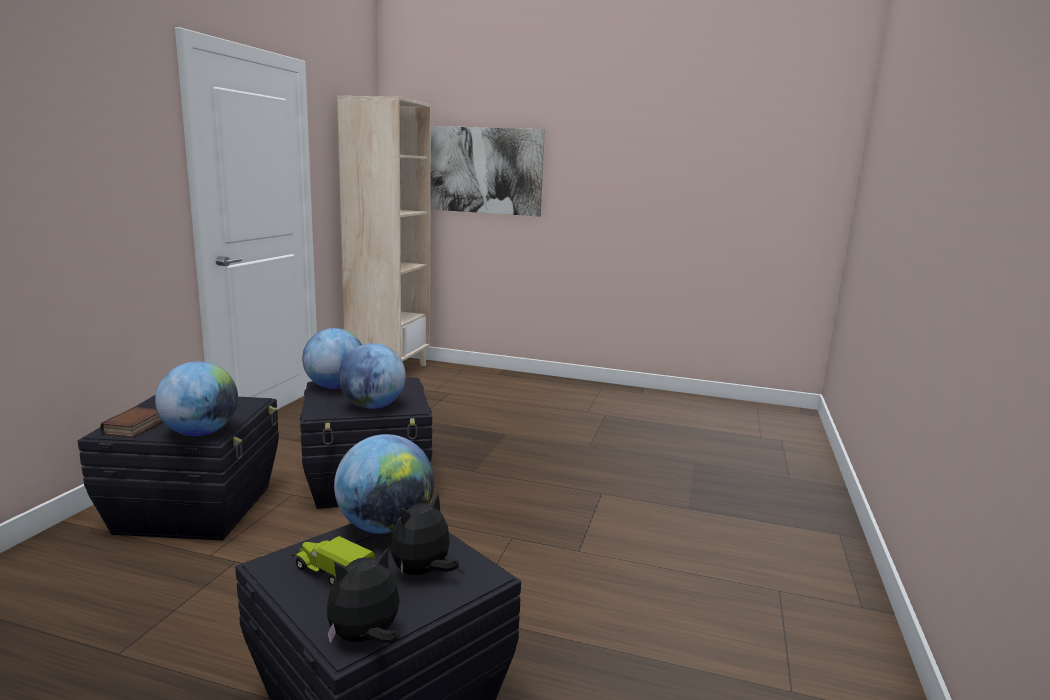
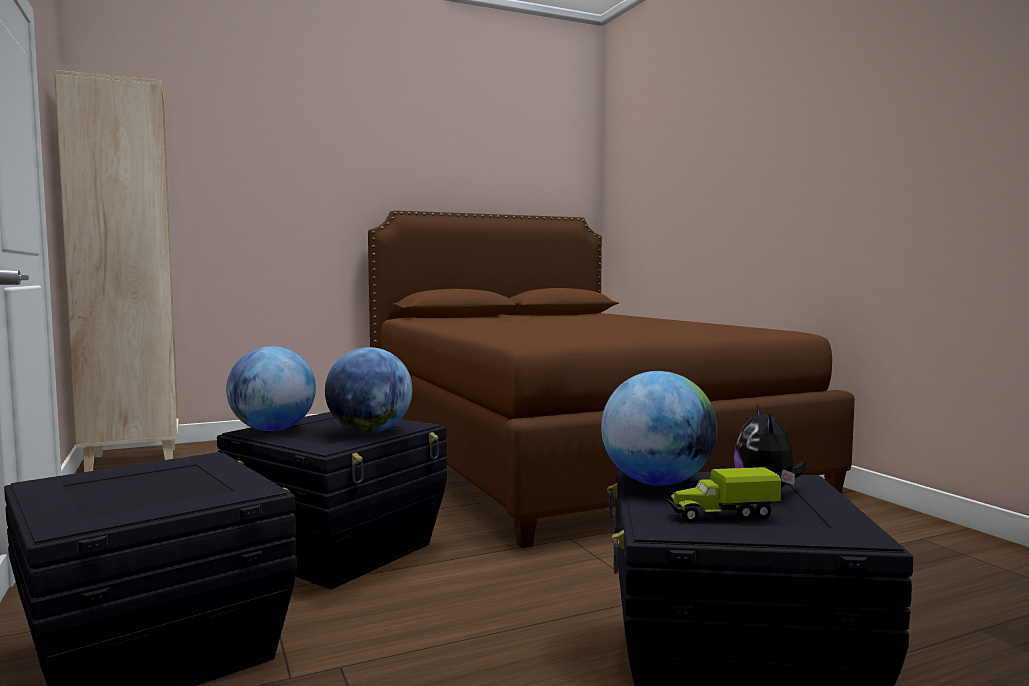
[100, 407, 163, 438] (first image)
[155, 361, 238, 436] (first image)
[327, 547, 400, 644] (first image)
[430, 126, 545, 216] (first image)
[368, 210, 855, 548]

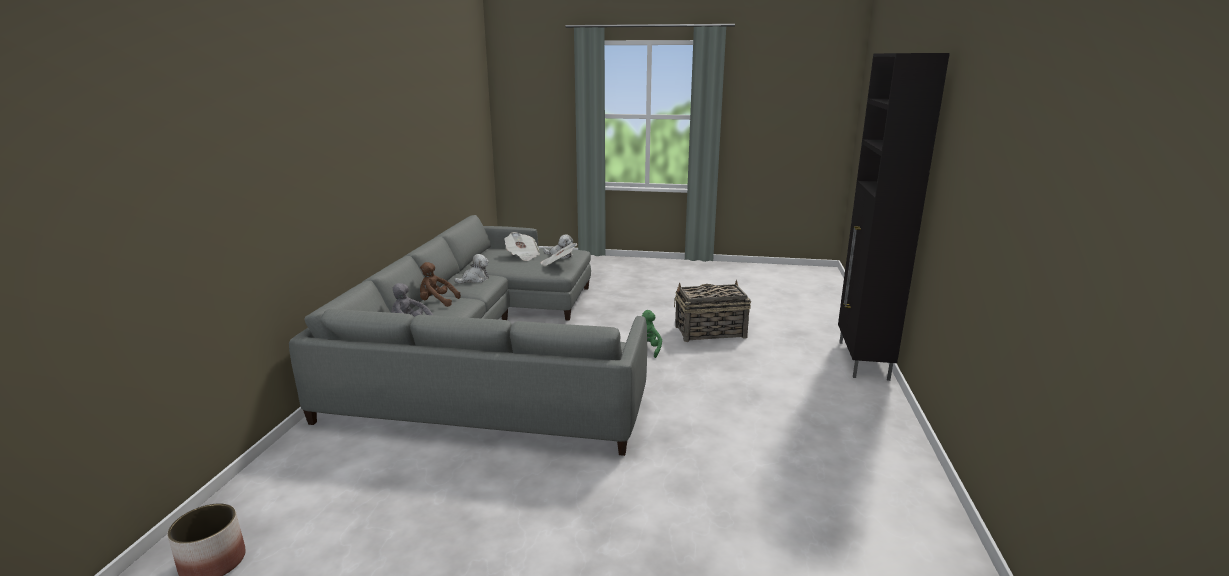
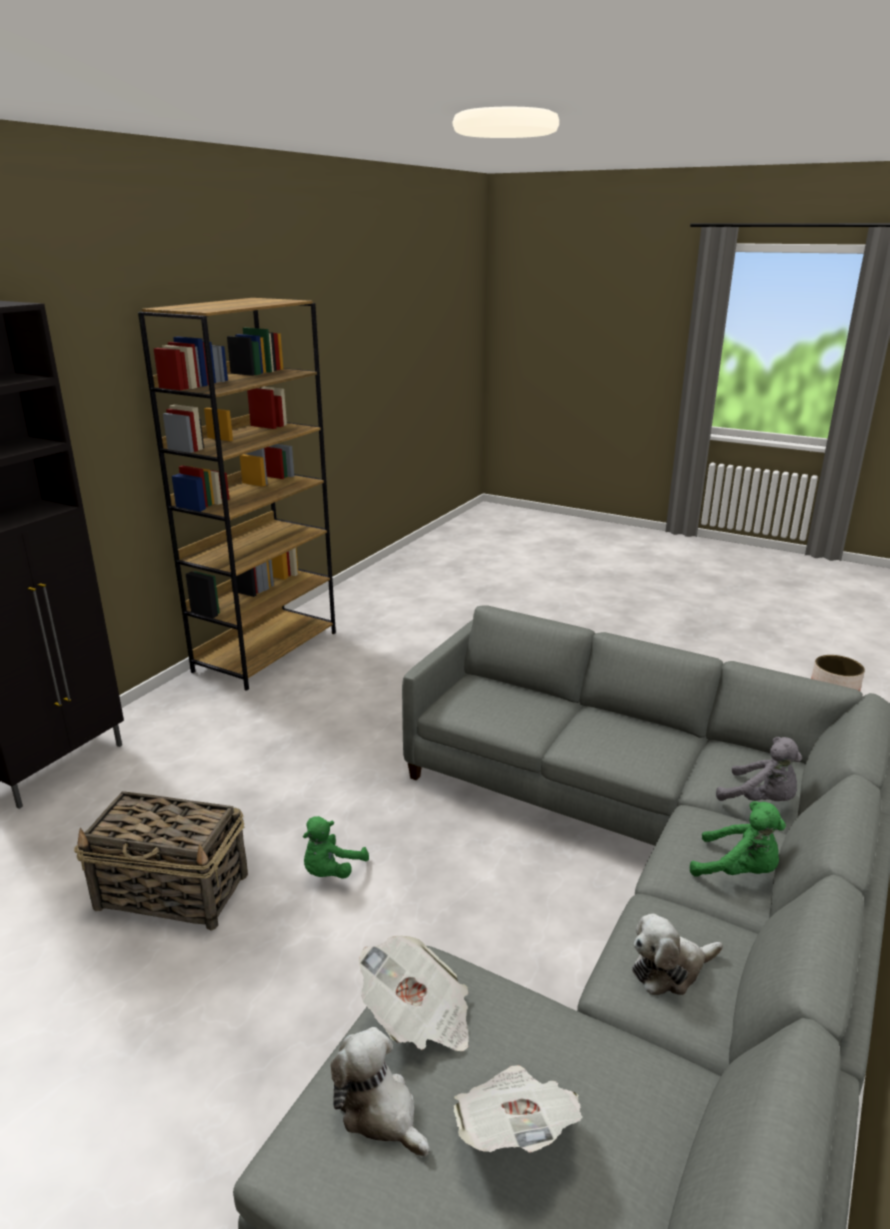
[690, 801, 786, 876]
[138, 298, 336, 691]

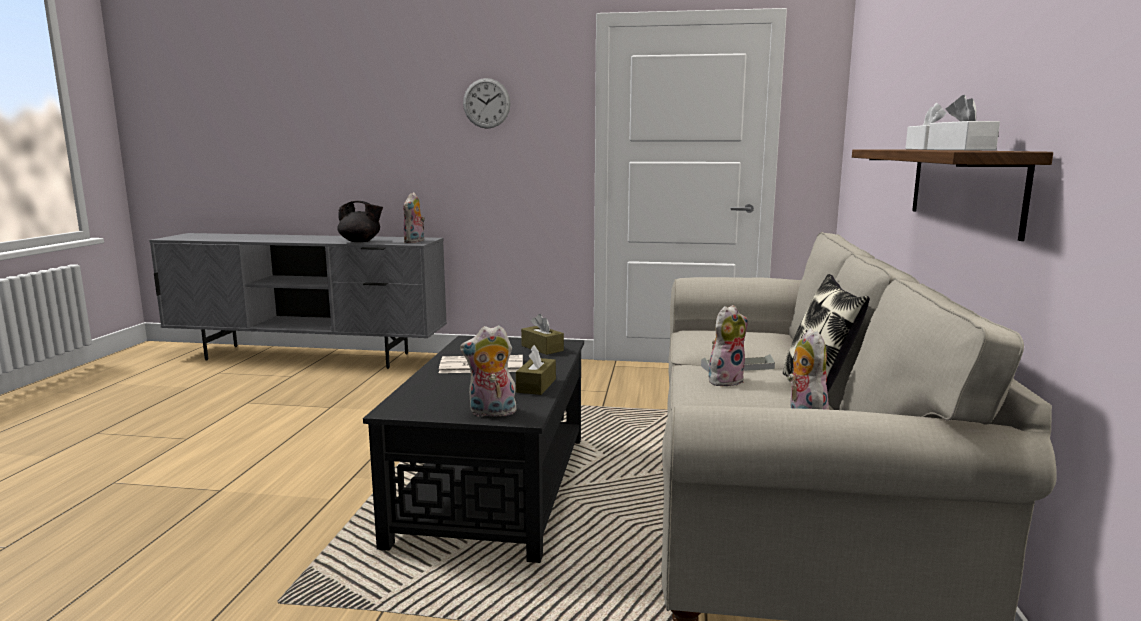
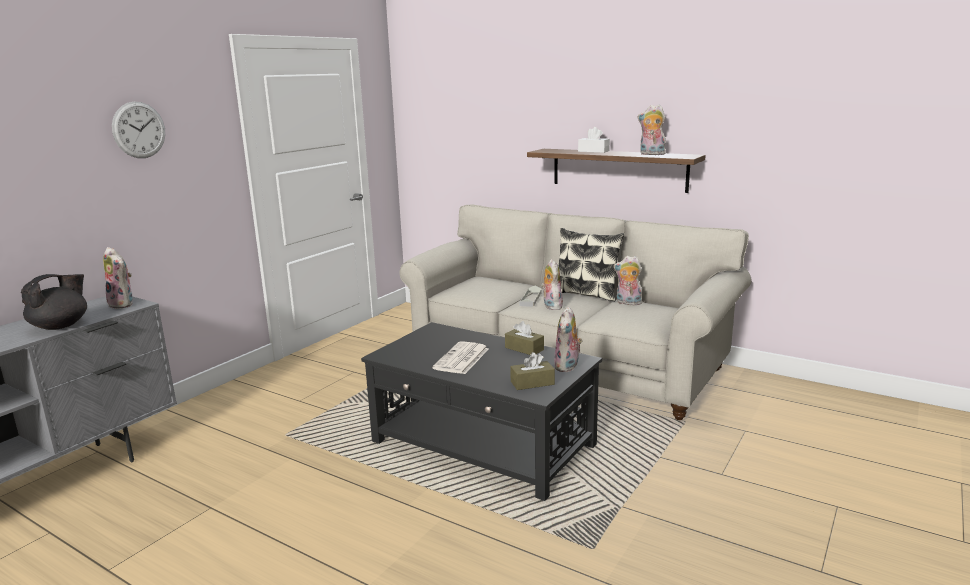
[510, 352, 555, 390]
[638, 105, 666, 155]

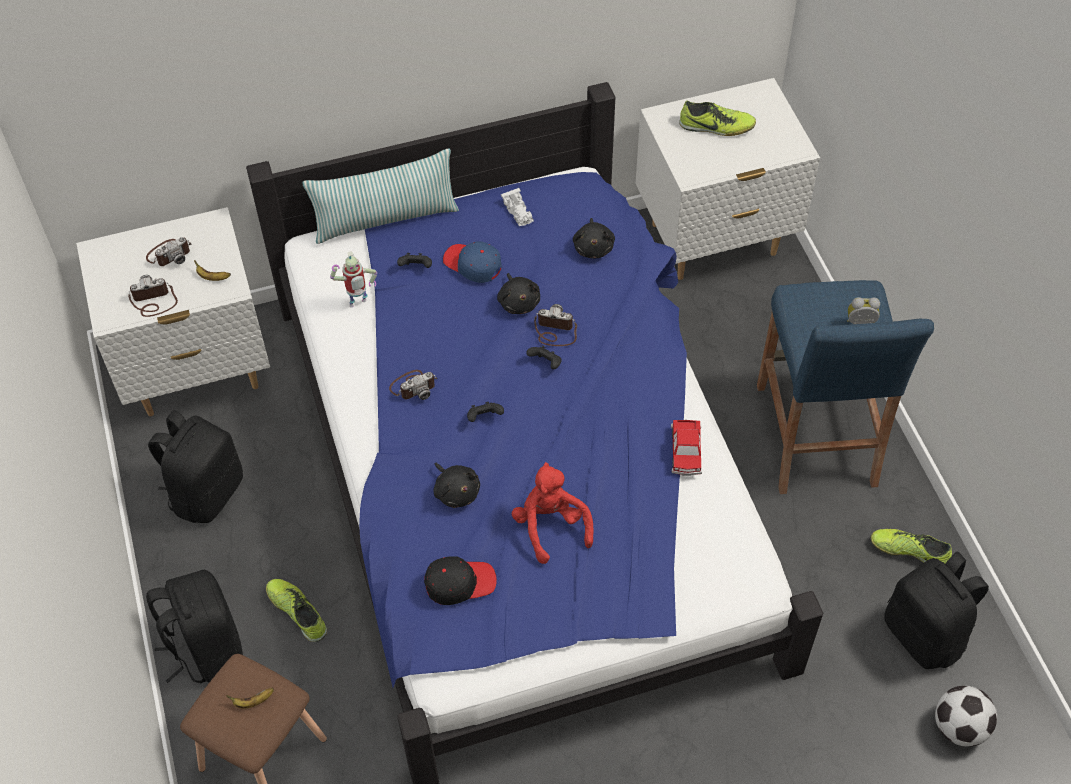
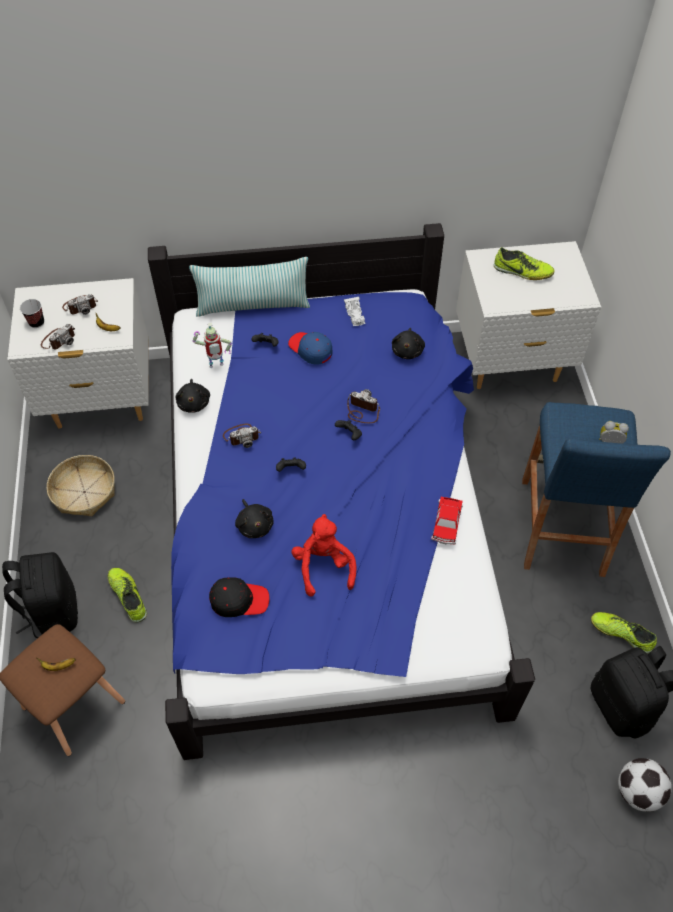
[41, 324, 75, 350]
[47, 455, 115, 516]
[175, 379, 210, 413]
[20, 299, 44, 328]

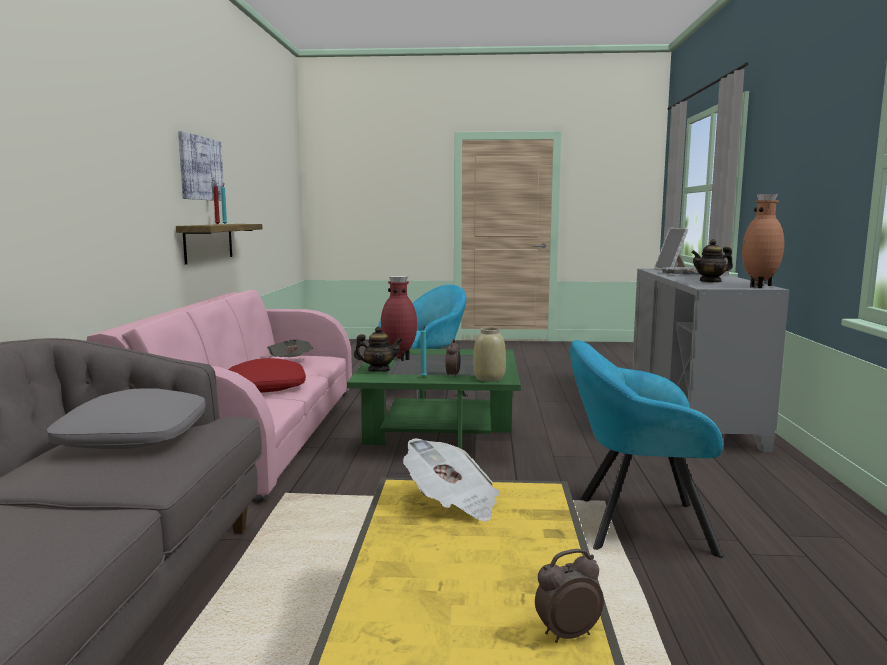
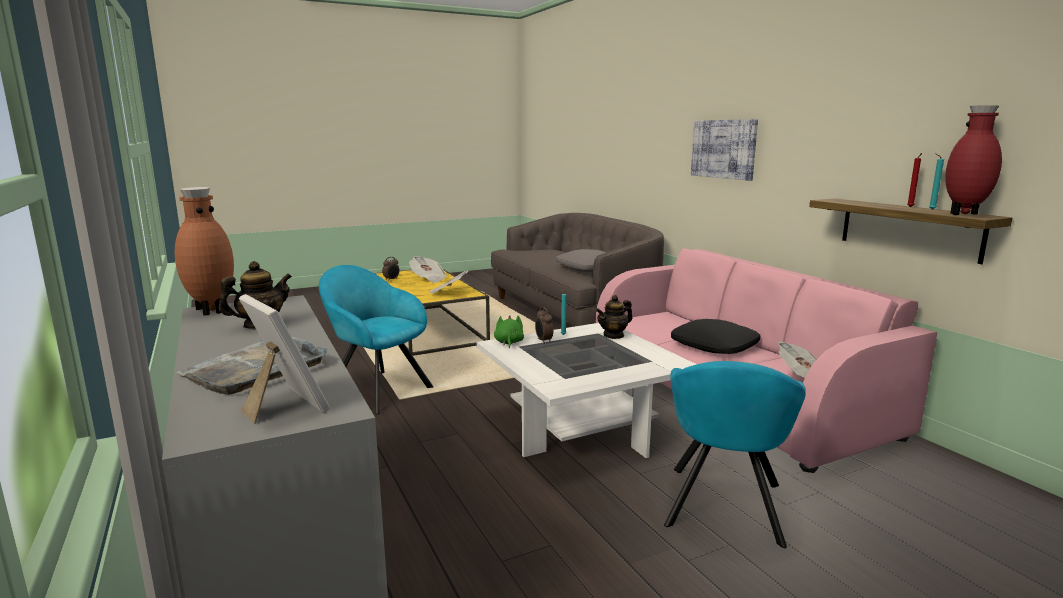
[691, 119, 758, 181]
[671, 319, 760, 354]
[477, 323, 697, 458]
[945, 105, 1002, 215]
[494, 315, 524, 349]
[319, 265, 433, 414]
[409, 256, 447, 283]

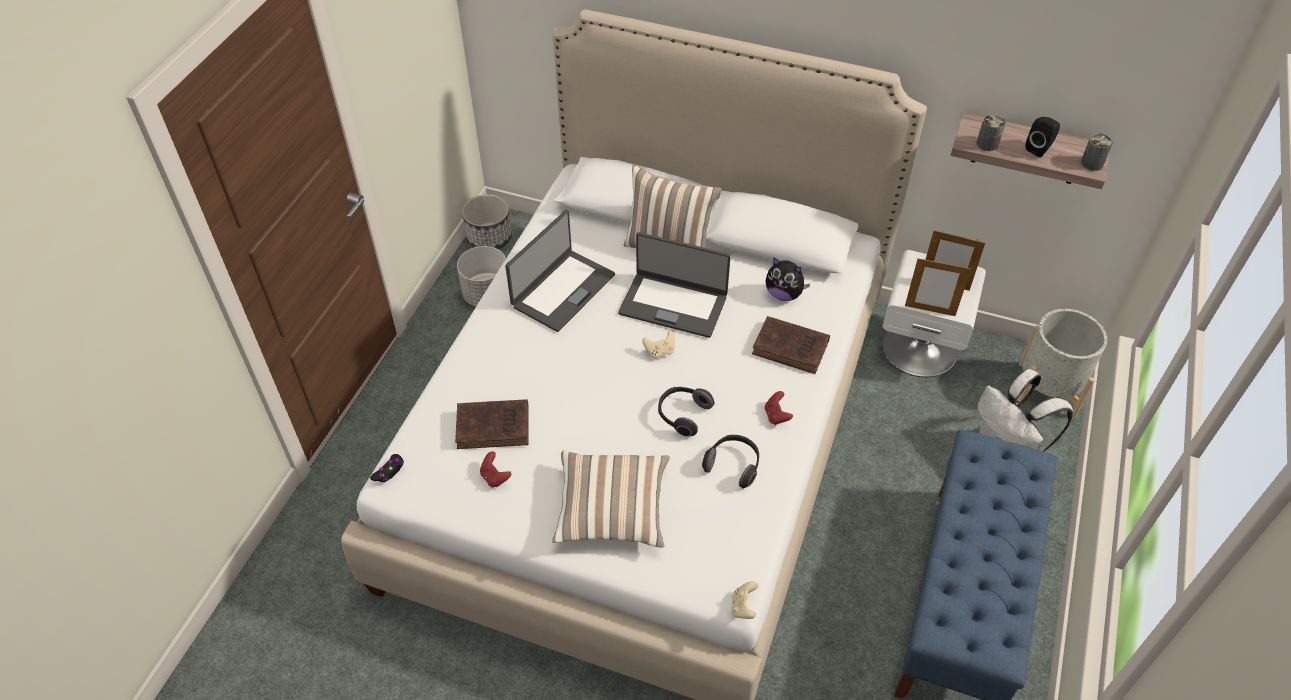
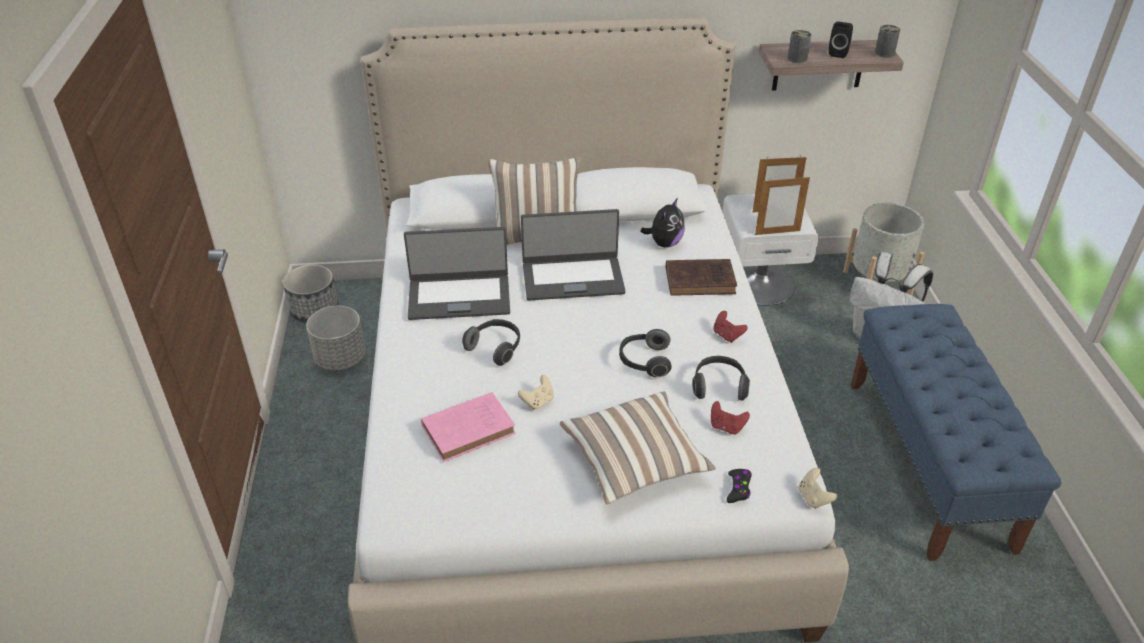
[727, 469, 752, 503]
[421, 392, 516, 462]
[711, 401, 750, 435]
[404, 227, 510, 320]
[518, 375, 554, 410]
[640, 198, 685, 248]
[462, 319, 520, 366]

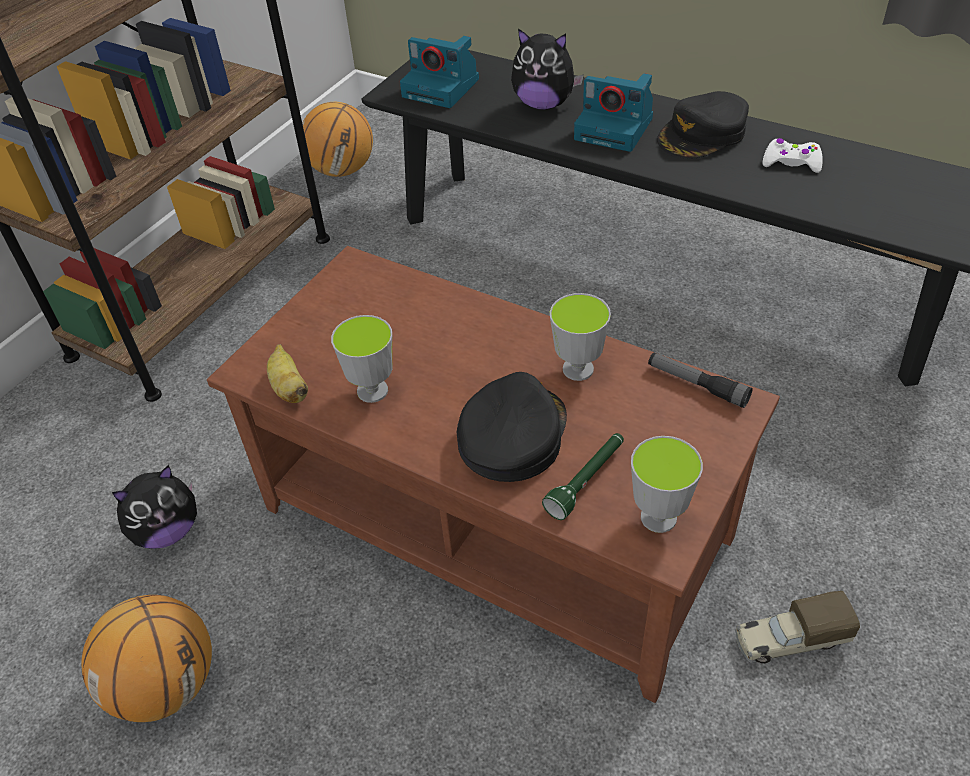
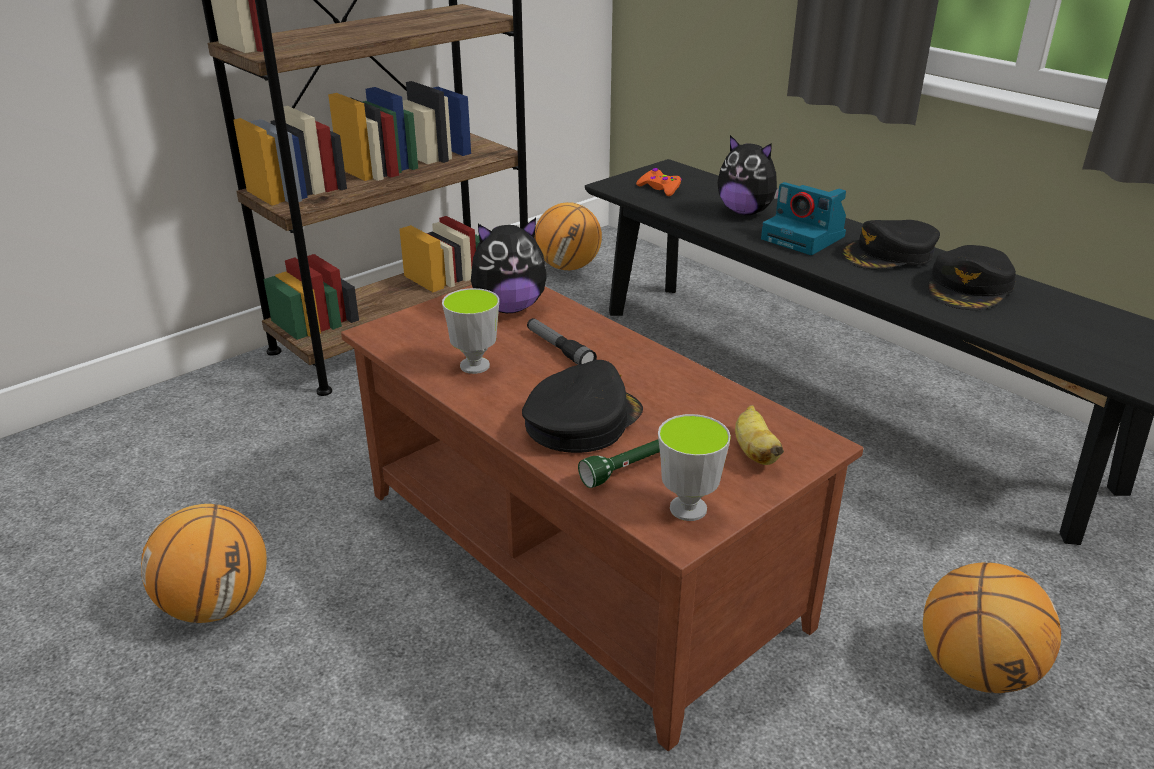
[471, 218, 547, 313]
[735, 405, 784, 465]
[636, 168, 682, 196]
[550, 293, 611, 381] (first image)
[527, 318, 597, 365]
[735, 591, 860, 663] (first image)
[928, 245, 1016, 310]
[923, 563, 1061, 693]

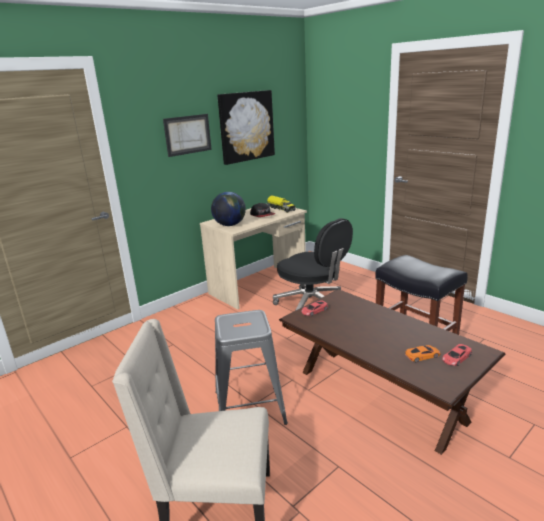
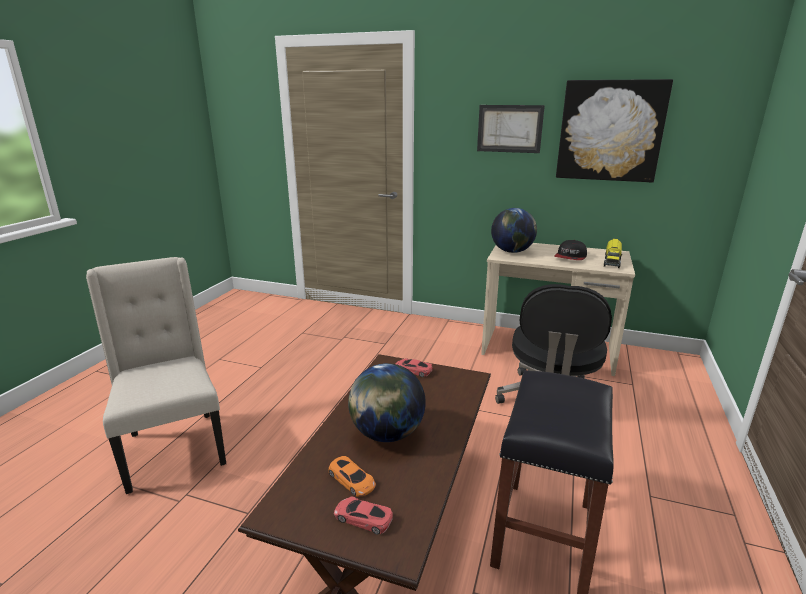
[215, 310, 288, 425] (first image)
[348, 363, 426, 442]

